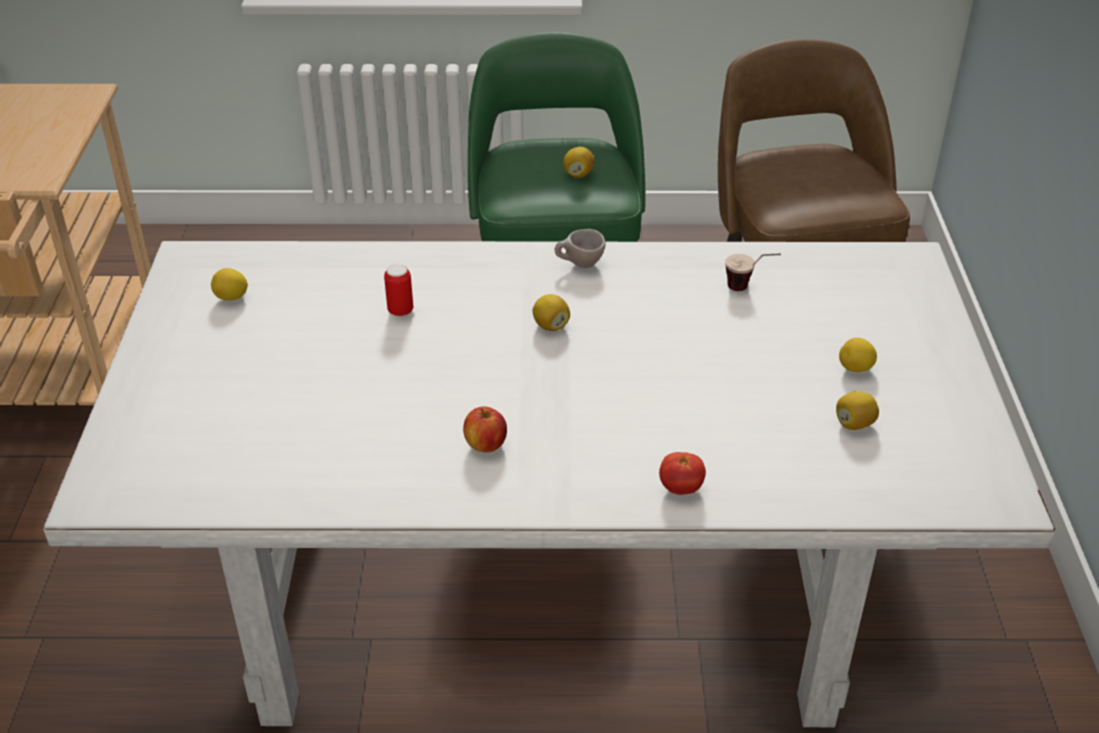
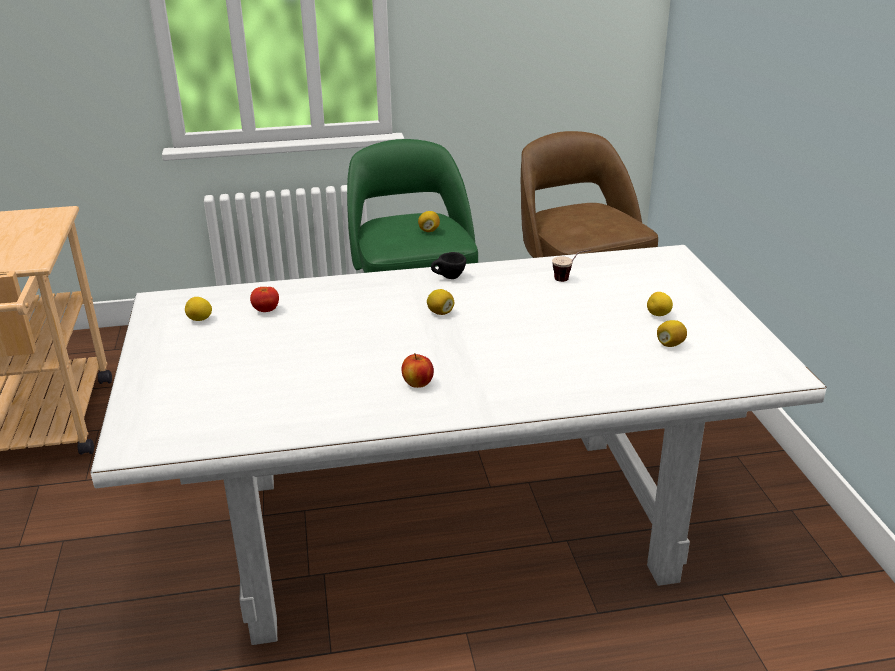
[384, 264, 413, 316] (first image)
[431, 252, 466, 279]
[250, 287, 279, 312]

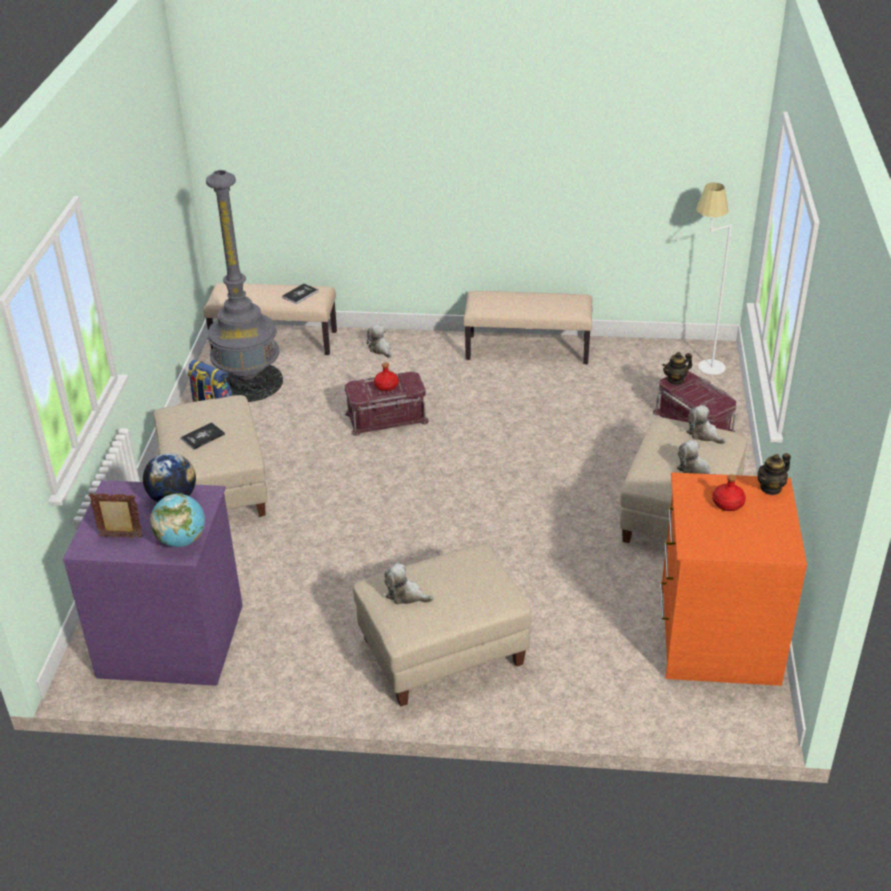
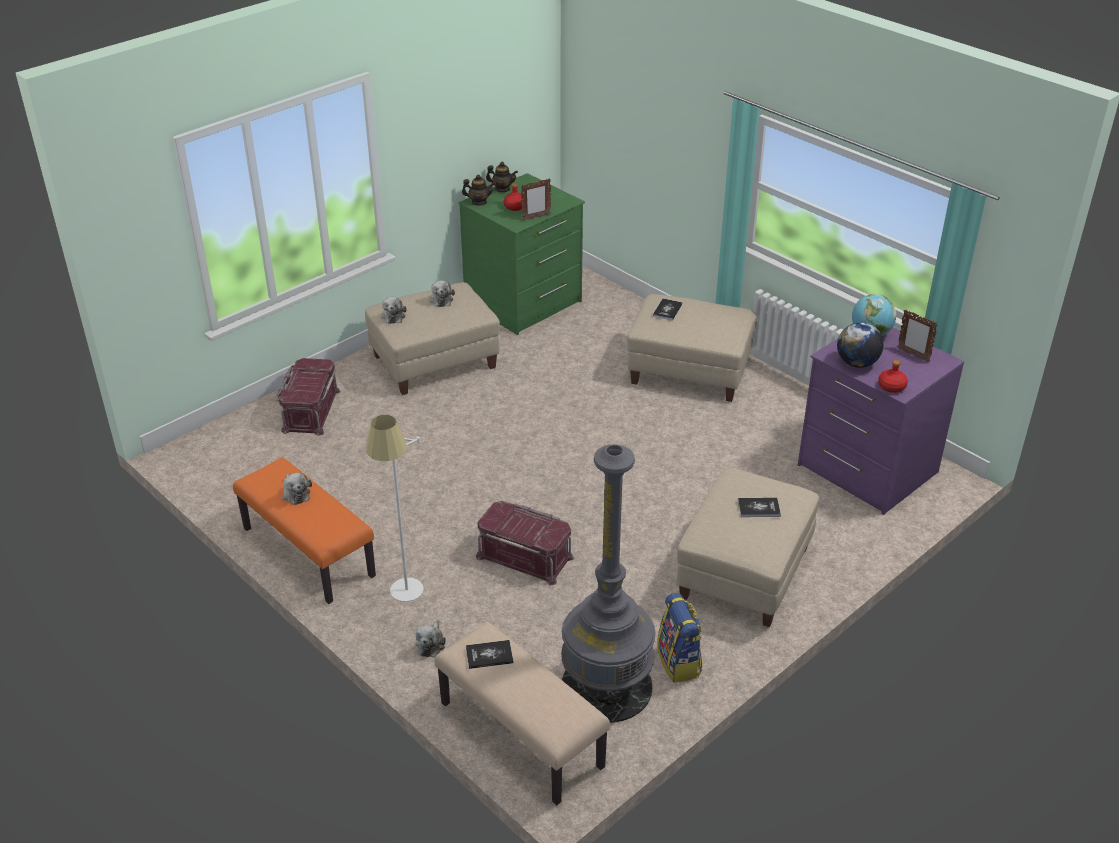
[878, 360, 908, 393]
[282, 473, 312, 505]
[233, 457, 376, 604]
[459, 173, 585, 335]
[486, 162, 518, 192]
[365, 415, 423, 602]
[521, 178, 551, 221]
[653, 298, 682, 321]

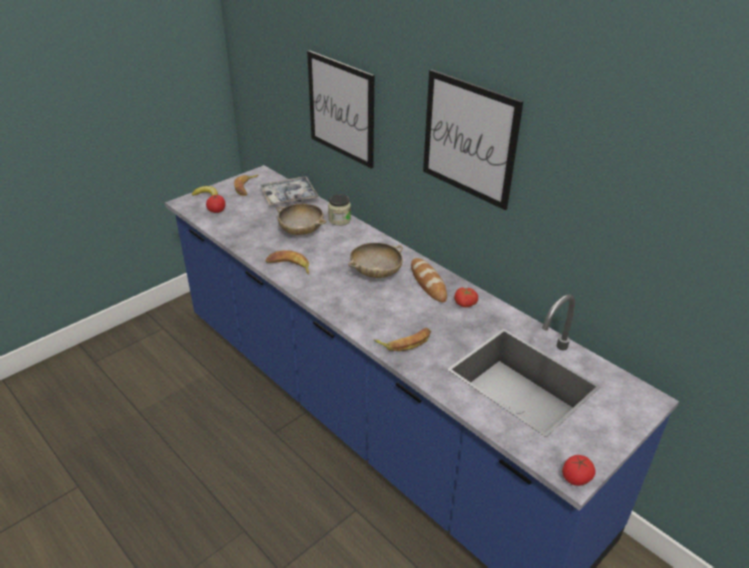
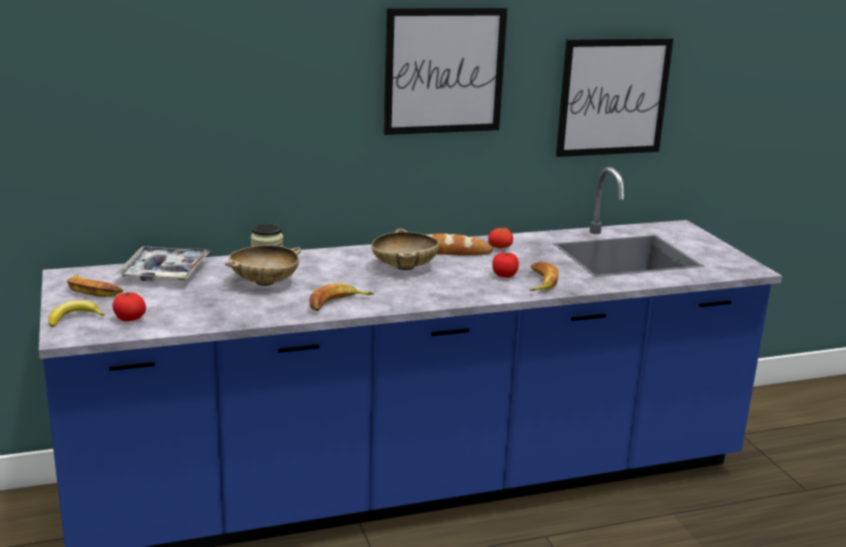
[556, 38, 673, 157]
[492, 252, 519, 278]

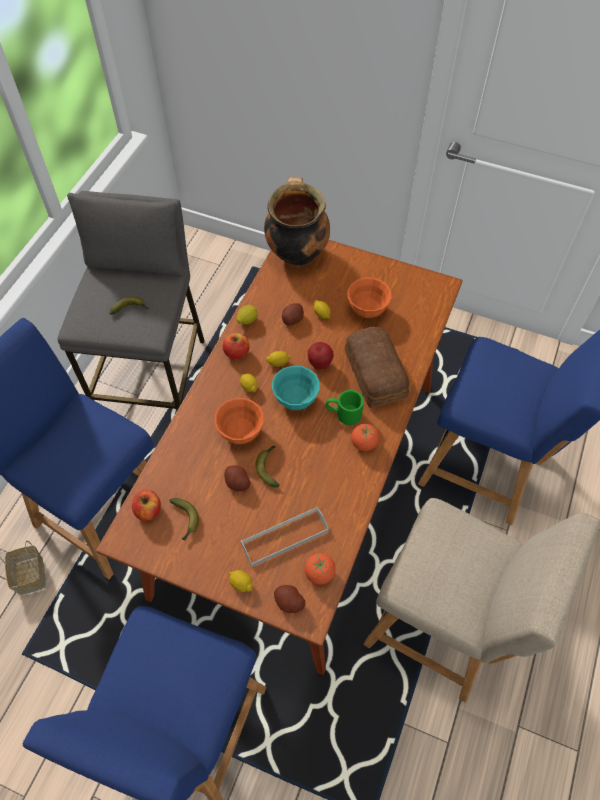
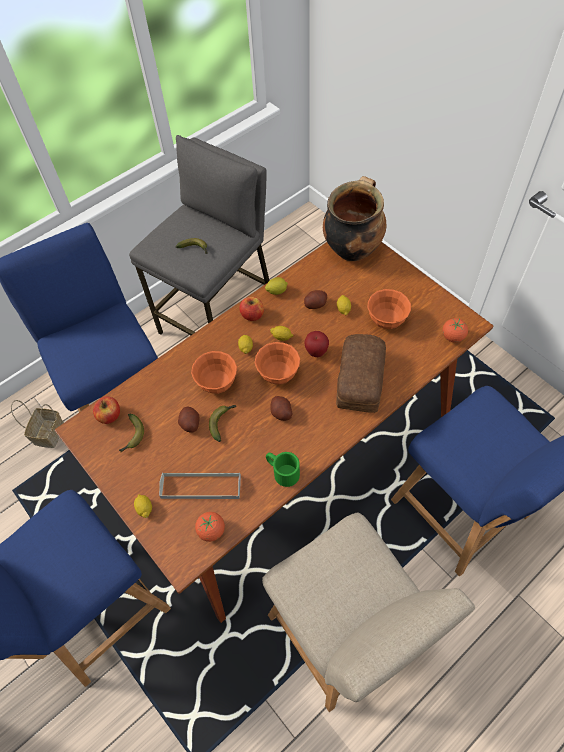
[255, 342, 300, 385]
[270, 396, 293, 421]
[266, 452, 300, 487]
[442, 318, 468, 343]

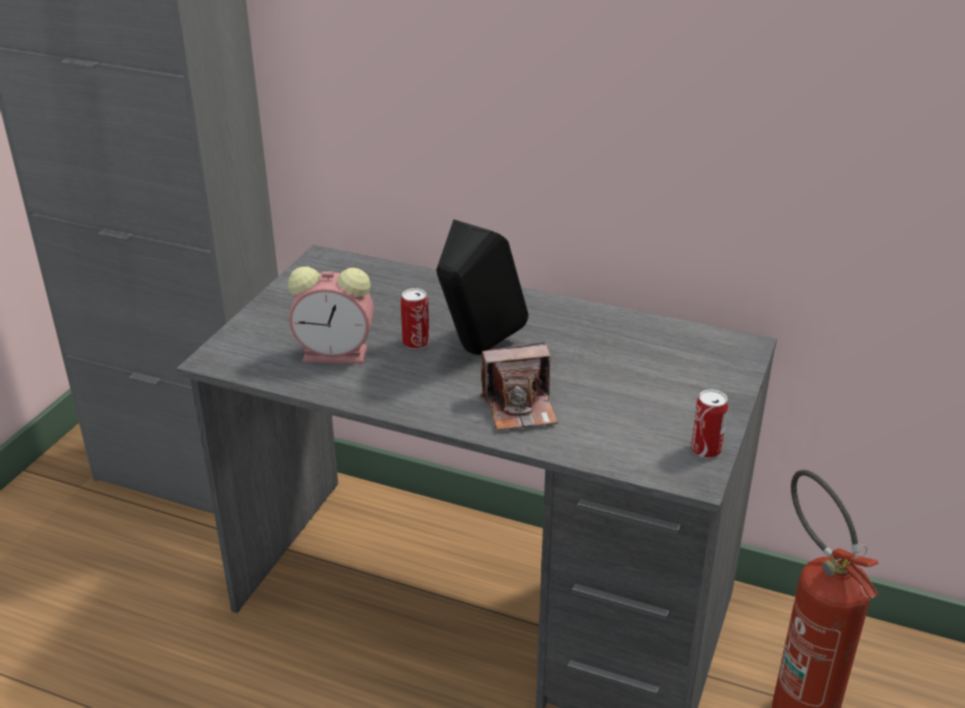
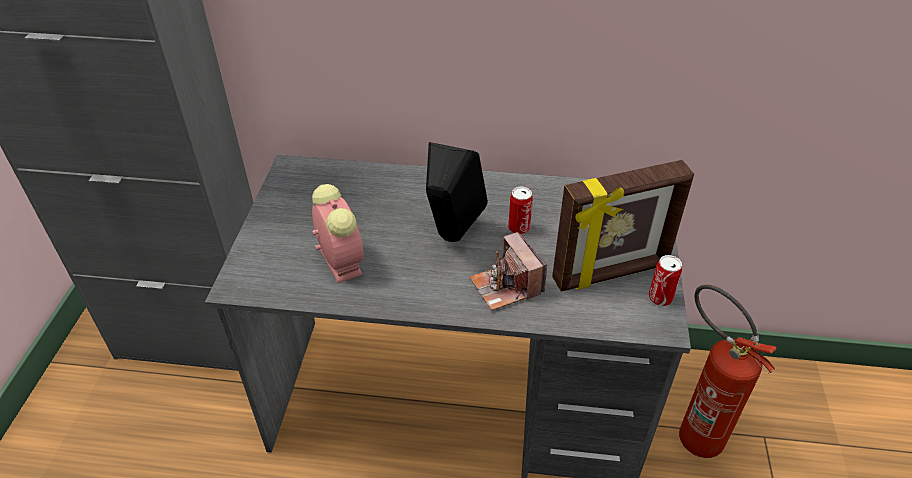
[312, 184, 364, 283]
[508, 187, 533, 234]
[470, 232, 547, 311]
[552, 160, 694, 292]

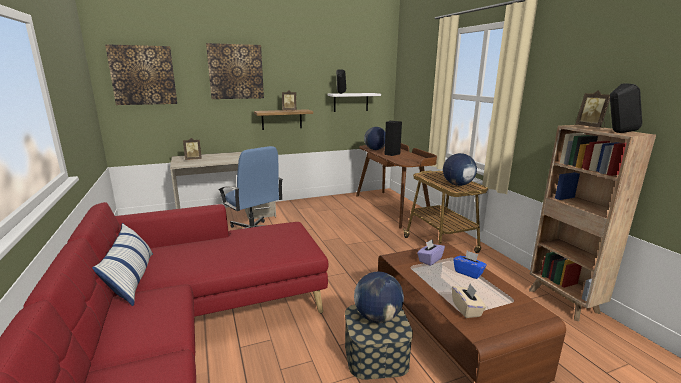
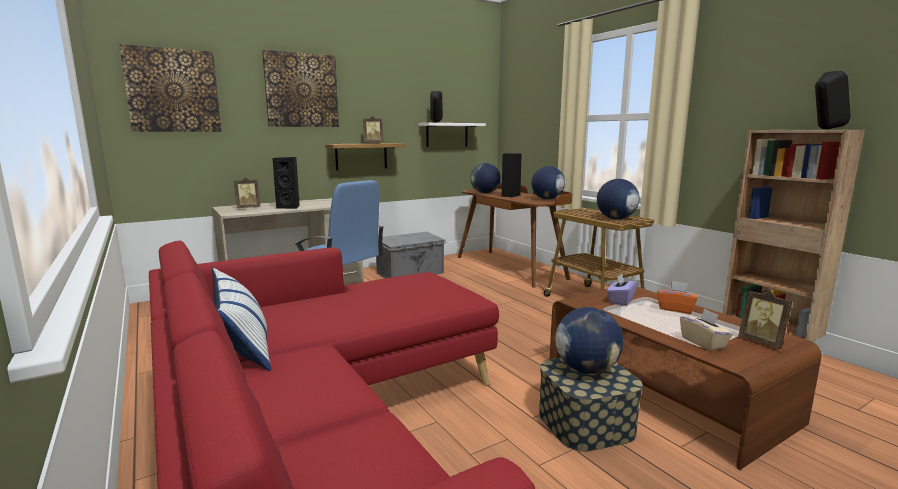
[657, 281, 698, 314]
[738, 290, 792, 349]
[273, 157, 300, 209]
[376, 232, 447, 278]
[531, 166, 565, 199]

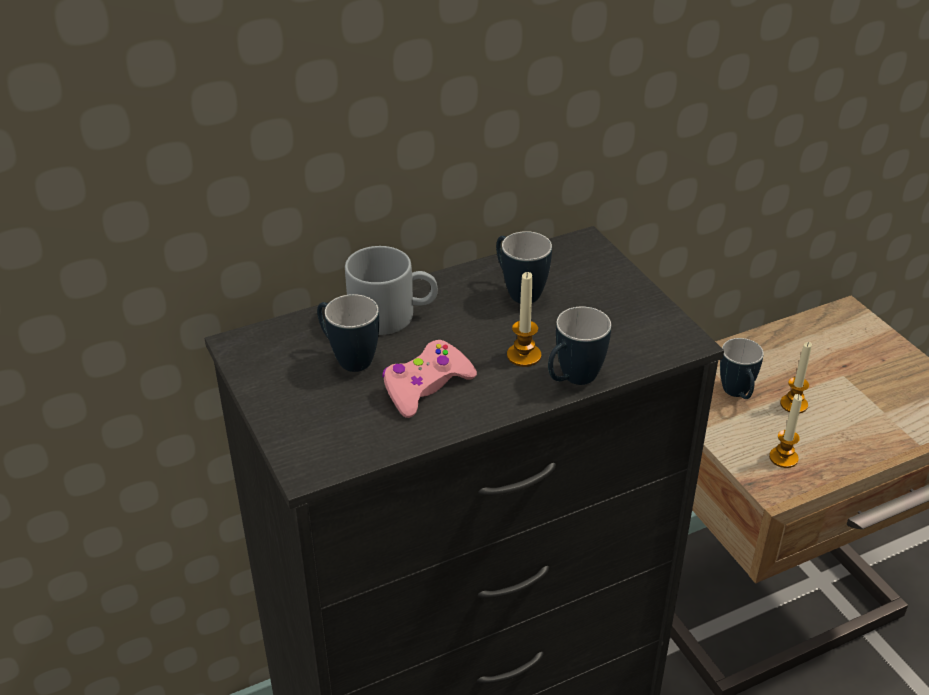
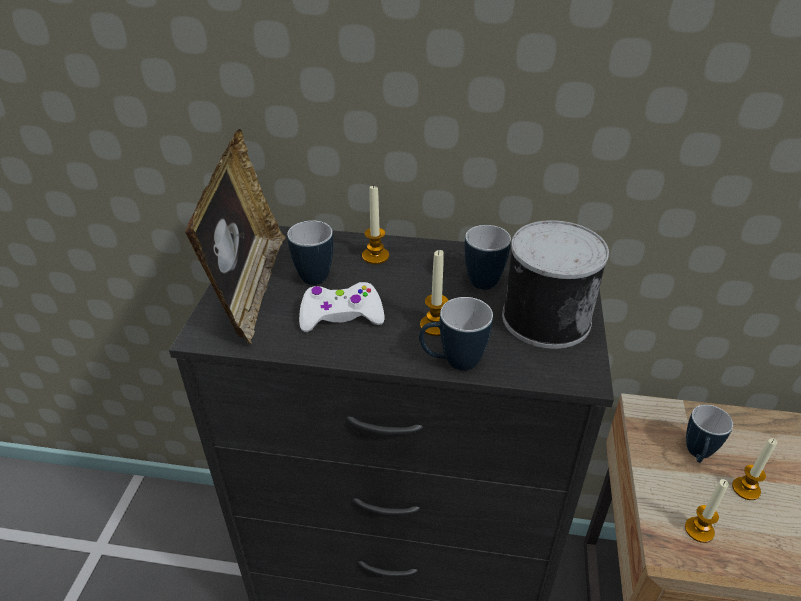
[362, 184, 389, 264]
[299, 282, 385, 332]
[185, 129, 285, 344]
[502, 220, 609, 349]

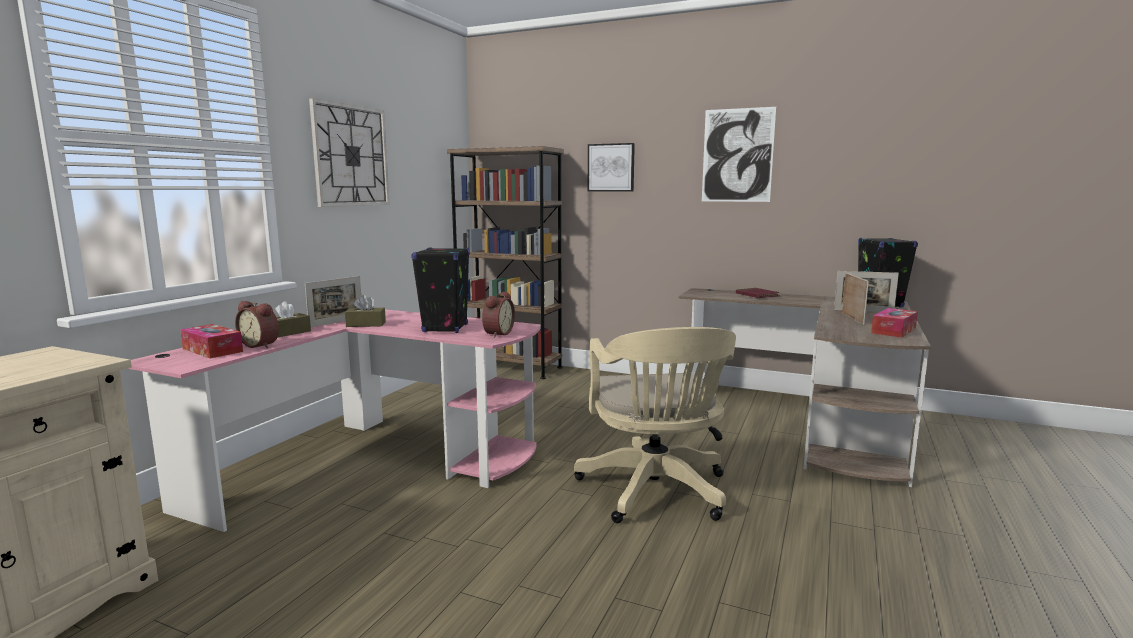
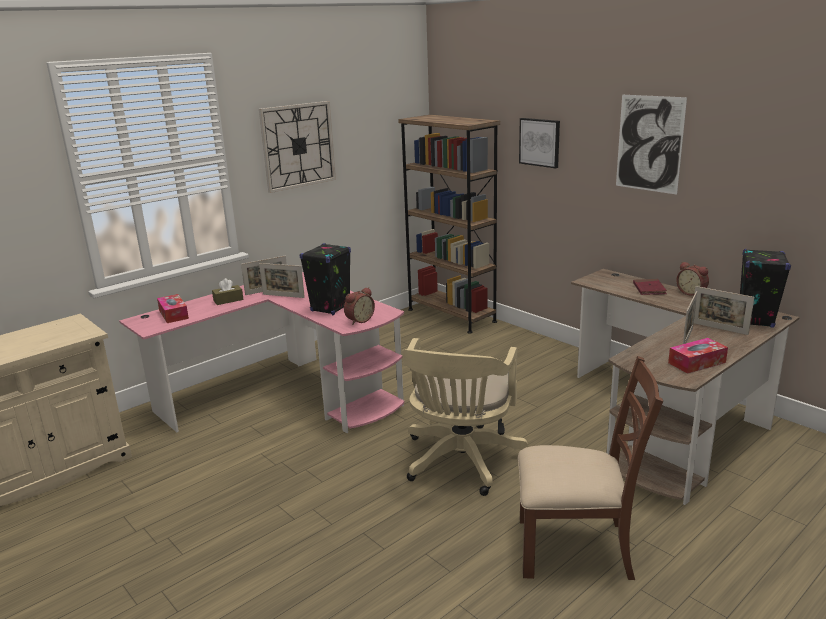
[676, 262, 709, 296]
[259, 263, 305, 298]
[518, 356, 663, 580]

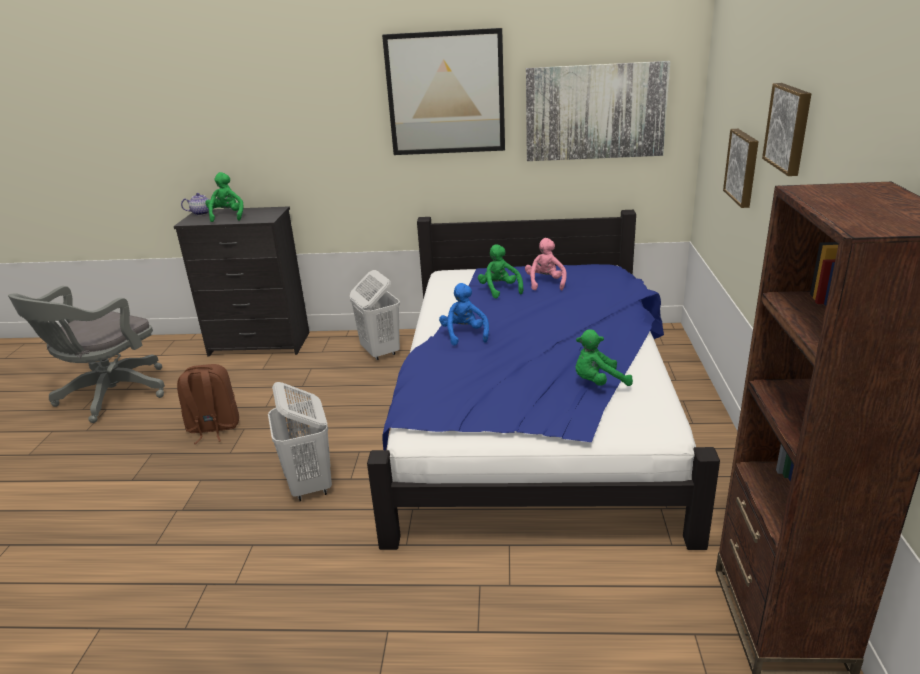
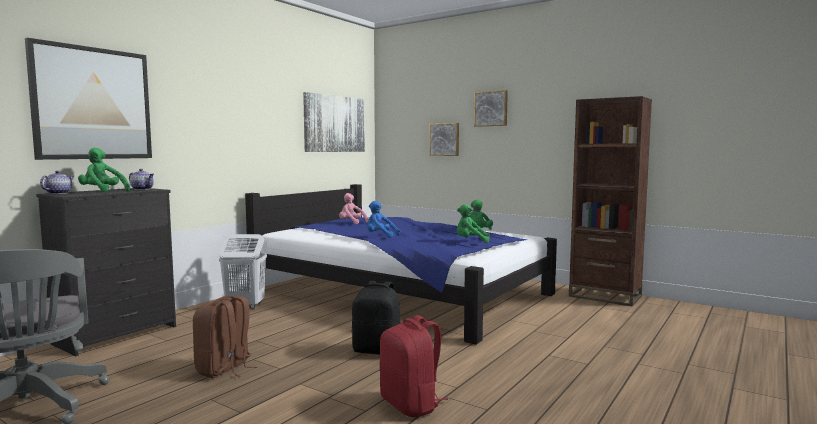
[351, 281, 400, 355]
[25, 38, 152, 160]
[457, 204, 490, 243]
[129, 169, 154, 190]
[380, 315, 448, 417]

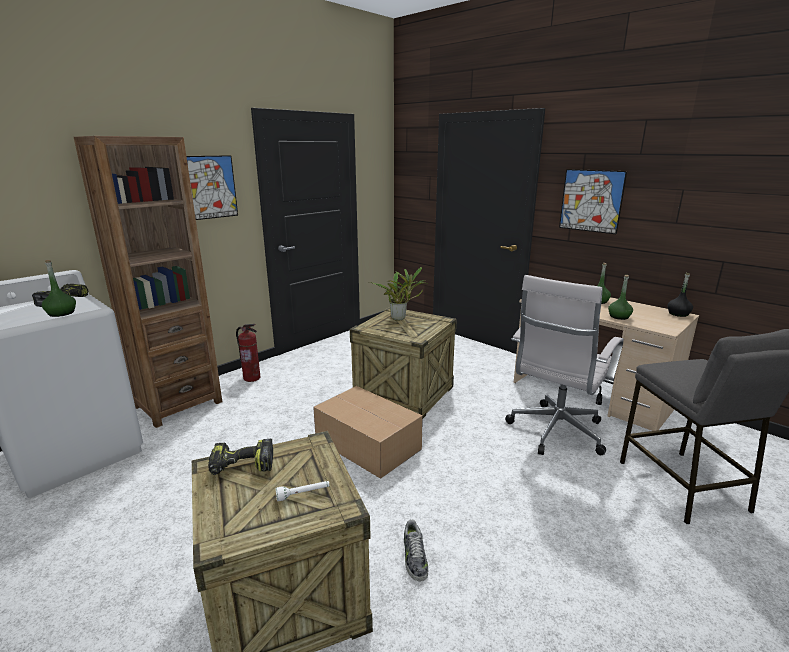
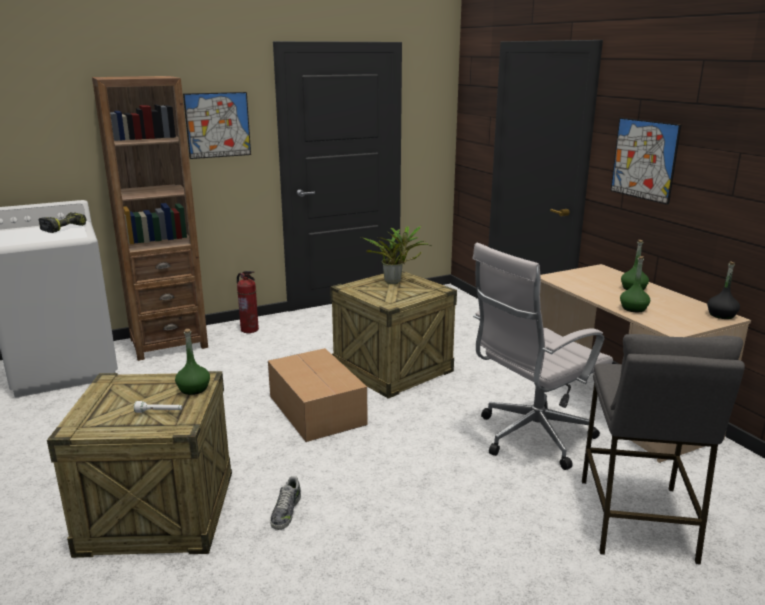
[175, 329, 210, 395]
[208, 439, 273, 475] (first image)

